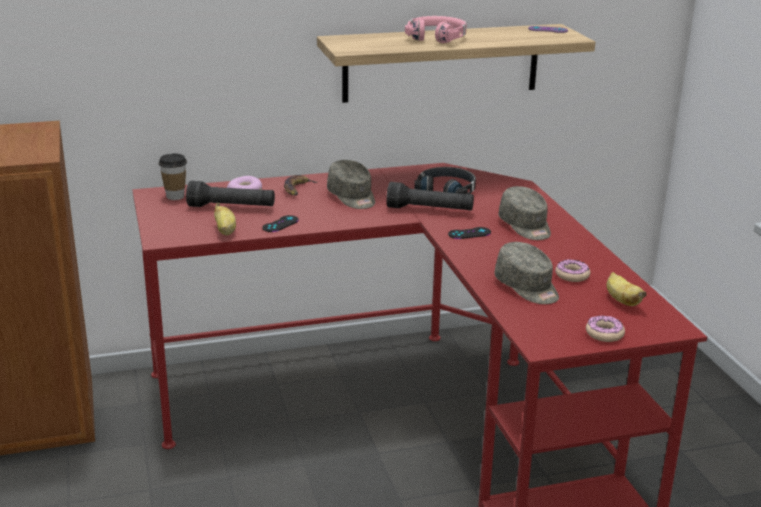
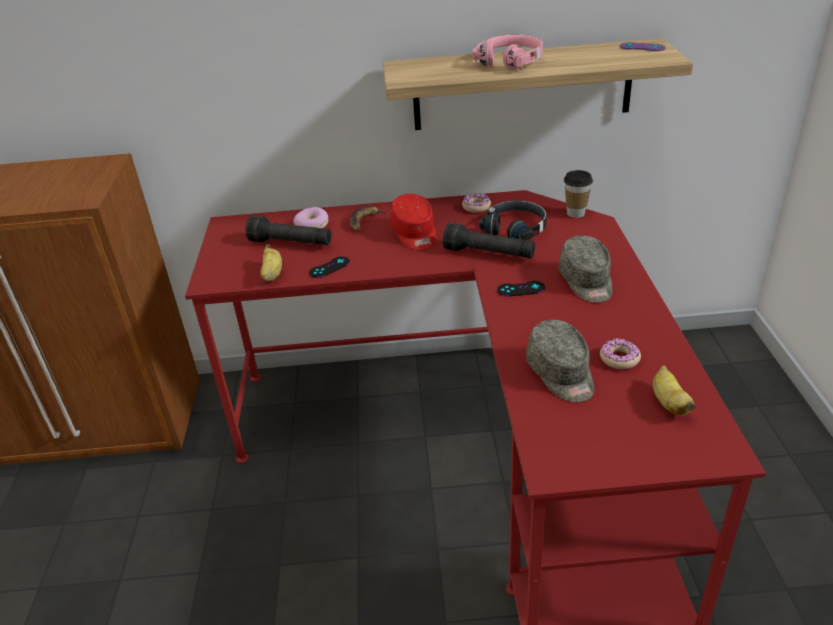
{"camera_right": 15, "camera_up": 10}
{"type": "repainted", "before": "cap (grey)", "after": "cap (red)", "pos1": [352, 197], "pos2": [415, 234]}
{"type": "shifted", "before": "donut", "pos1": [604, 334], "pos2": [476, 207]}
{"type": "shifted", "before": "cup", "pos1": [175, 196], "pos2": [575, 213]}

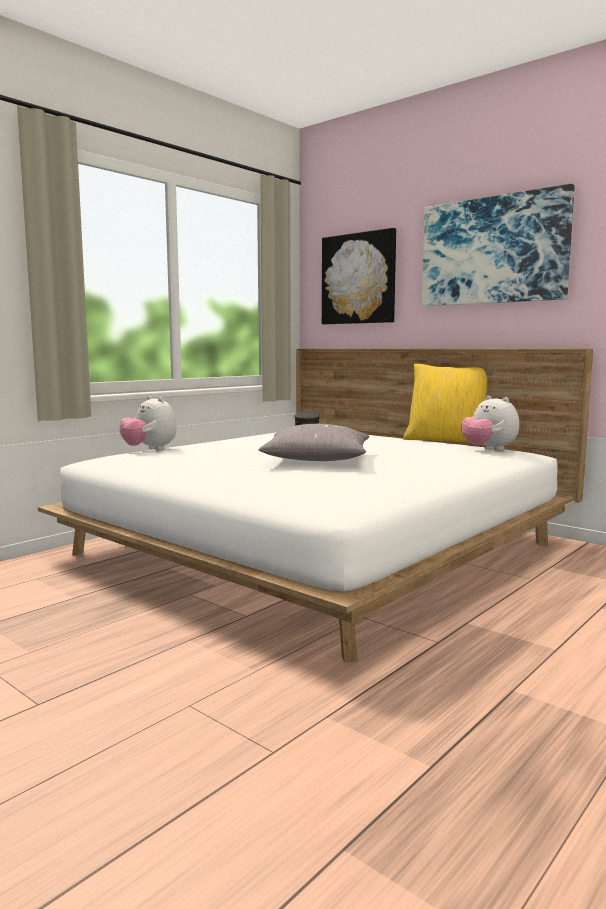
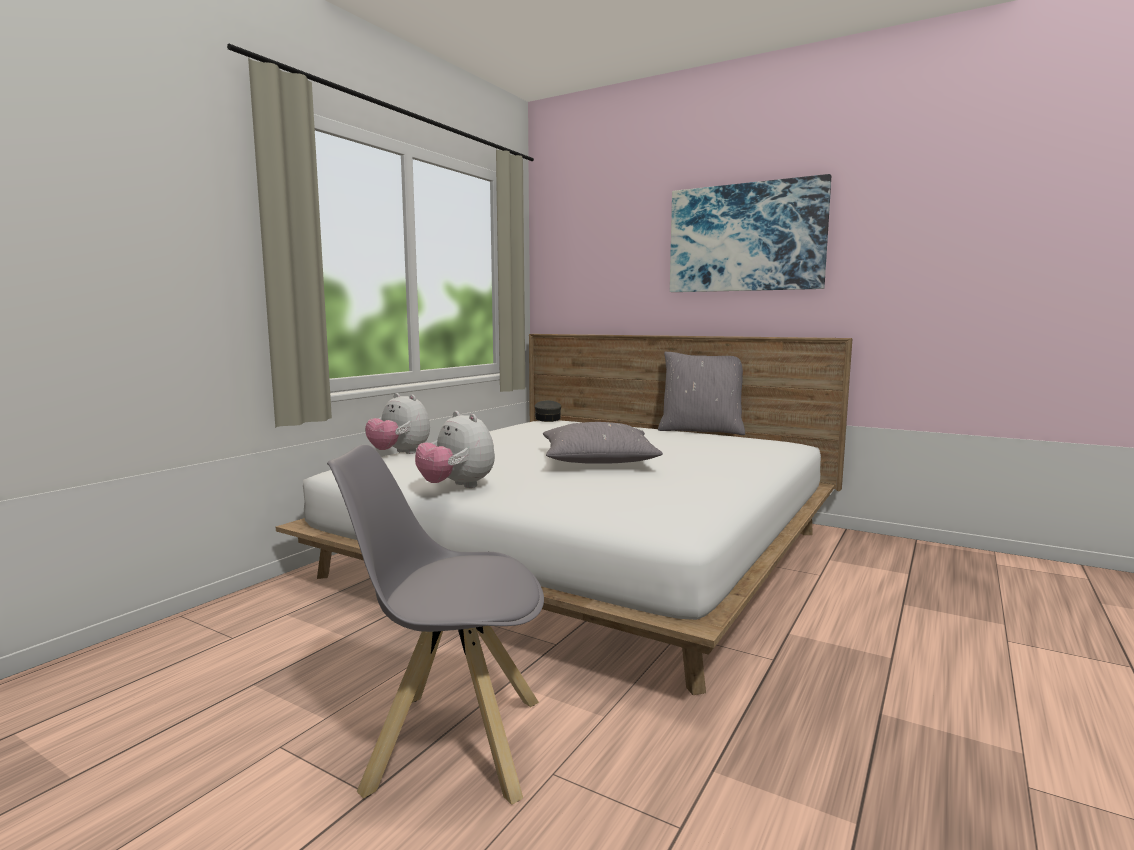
{"camera_right": -10, "camera_up": 0}
{"type": "new", "after": "chair (grey)", "pos2": [450, 742]}
{"type": "shifted", "before": "plush toy", "pos1": [488, 450], "pos2": [457, 487]}
{"type": "repainted", "before": "pillow (yellow)", "after": "pillow (grey)", "pos1": [446, 441], "pos2": [701, 431]}
{"type": "gone", "before": "picture", "pos1": [359, 279]}

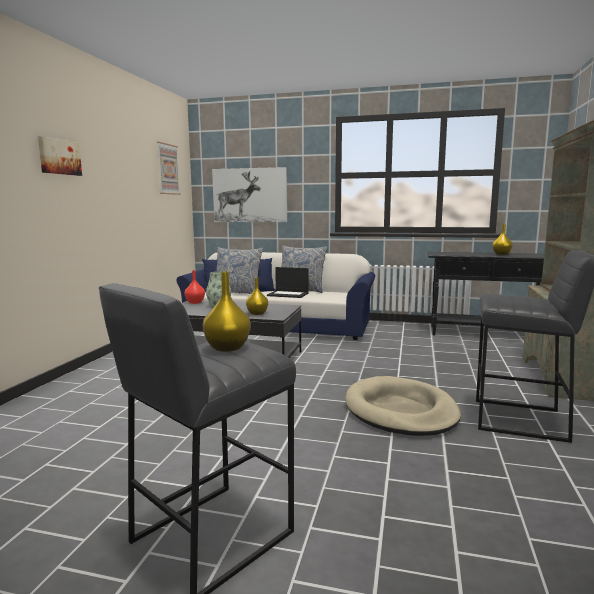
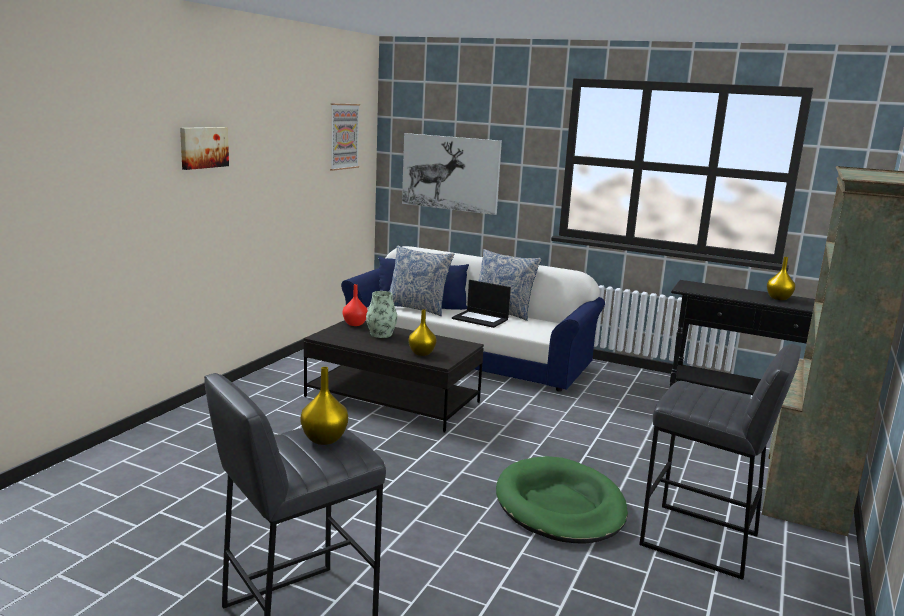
{"camera_right": 10, "camera_up": 5}
{"type": "repainted", "before": "dog bed (beige)", "after": "dog bed (green)", "pos1": [400, 411], "pos2": [560, 505]}

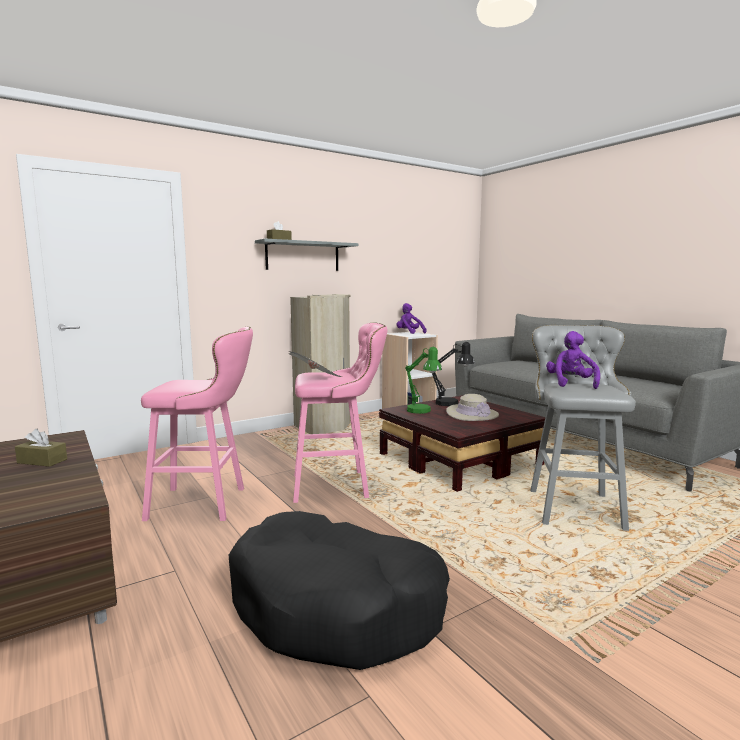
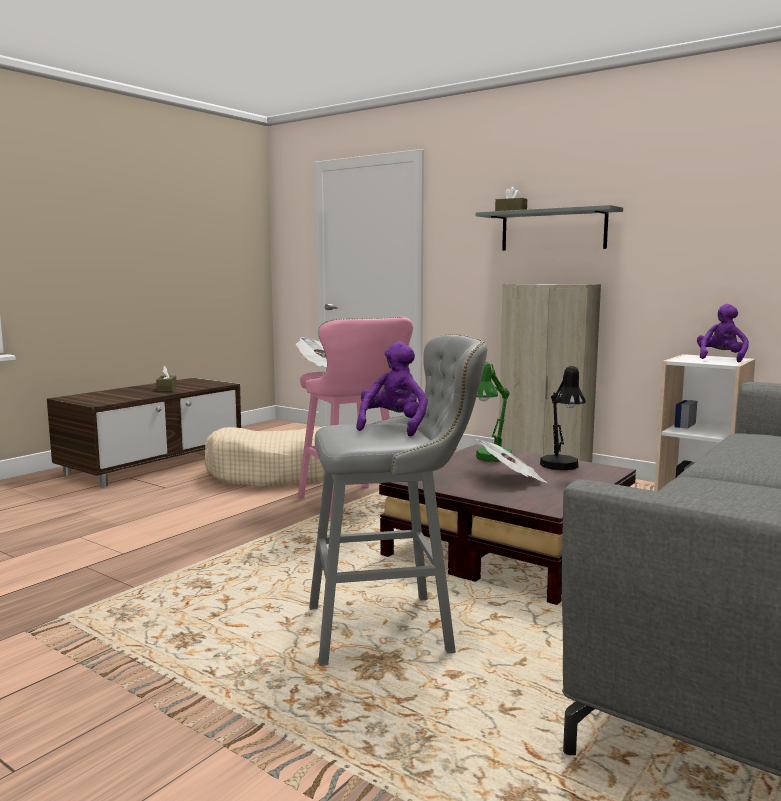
{"camera_right": 70, "camera_up": 0}
{"type": "swapped", "before": "stool (pink)", "after": "dog bed (beige)", "pos1": [209, 503], "pos2": [278, 473]}
{"type": "rotated", "before": "plush toy (purple)", "pos1": [571, 384], "pos2": [393, 427], "turn": -60}
{"type": "swapped", "before": "hat (beige)", "after": "newspaper", "pos1": [472, 414], "pos2": [511, 479]}
{"type": "gone", "before": "dog bed (black)", "pos1": [337, 606]}

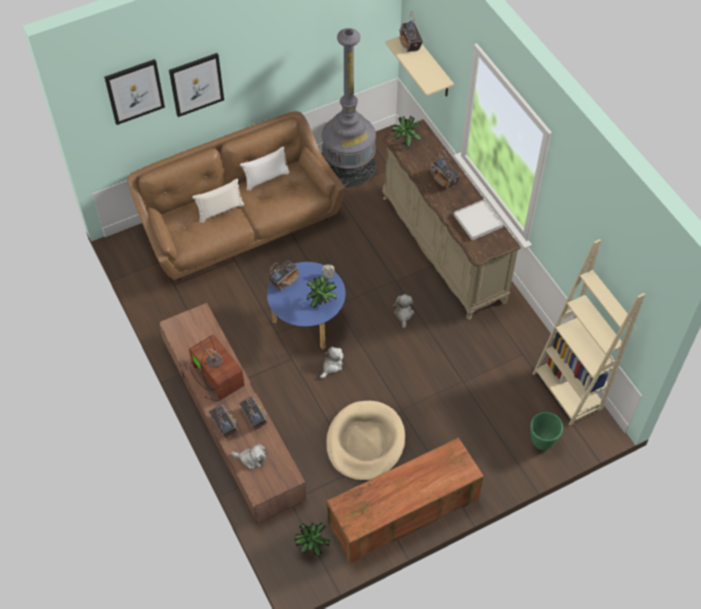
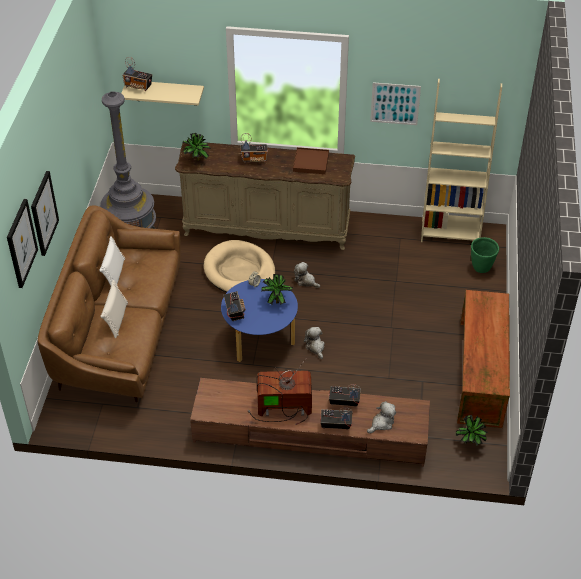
{"camera_right": -55, "camera_up": -10}
{"type": "shifted", "before": "dog bed (beige)", "pos1": [365, 443], "pos2": [239, 271]}
{"type": "repainted", "before": "tray (white)", "after": "tray (brown)", "pos1": [478, 221], "pos2": [310, 162]}
{"type": "new", "after": "picture", "pos2": [395, 103]}

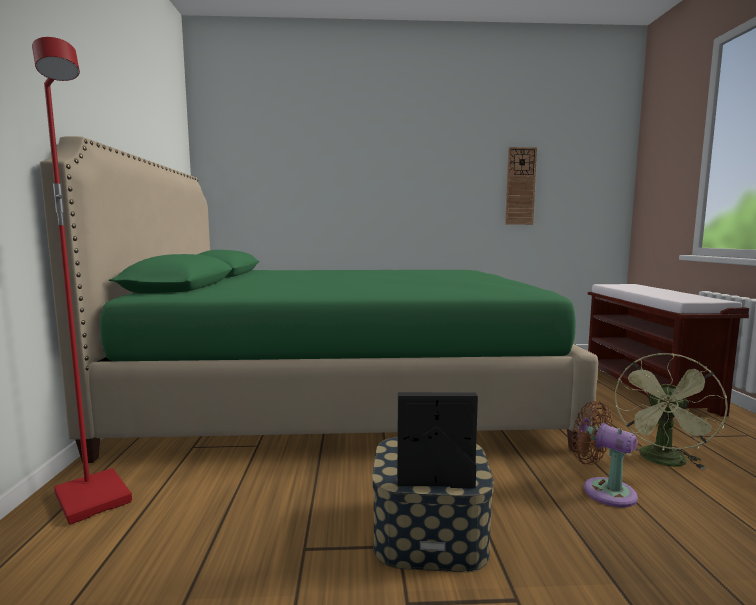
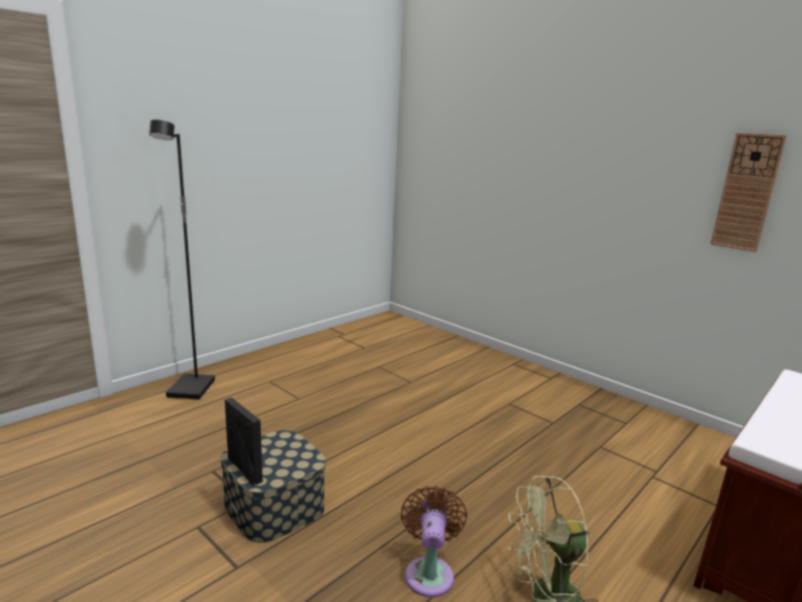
{"camera_right": 45, "camera_up": 10}
{"type": "repainted", "before": "floor lamp (red)", "after": "floor lamp (black)", "pos1": [95, 498], "pos2": [192, 389]}
{"type": "gone", "before": "bed (green)", "pos1": [343, 395]}

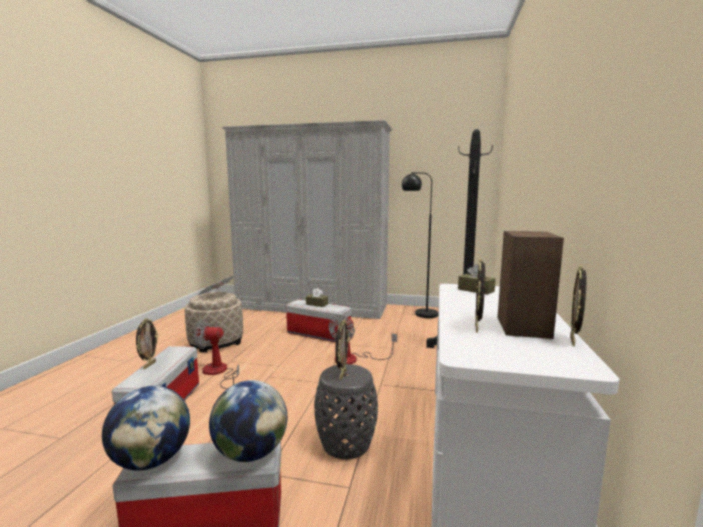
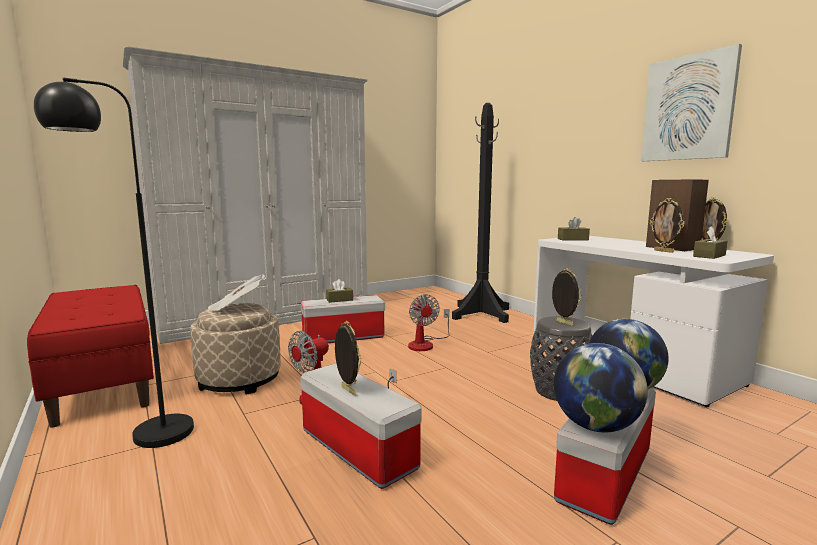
{"camera_right": -45, "camera_up": 0}
{"type": "new", "after": "bench (red)", "pos2": [102, 382]}
{"type": "shifted", "before": "floor lamp (black)", "pos1": [419, 314], "pos2": [144, 439]}
{"type": "new", "after": "picture", "pos2": [688, 108]}
{"type": "new", "after": "tissue box (brown)", "pos2": [709, 256]}

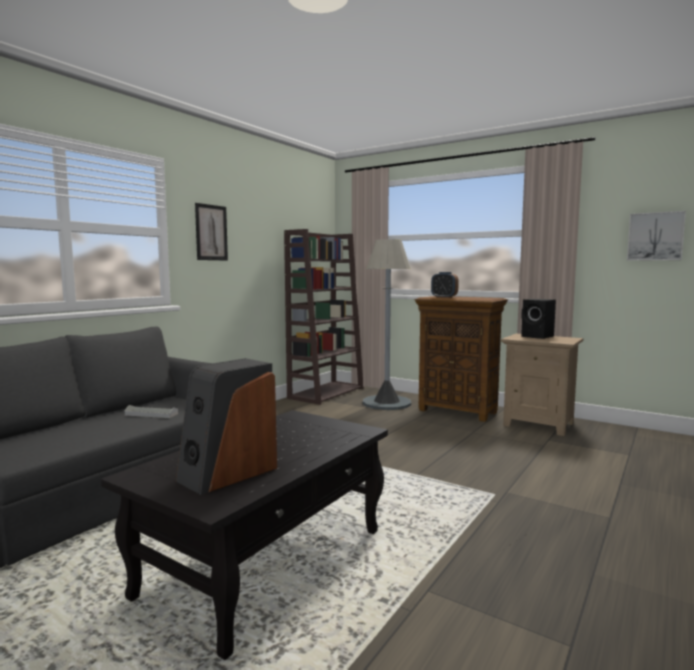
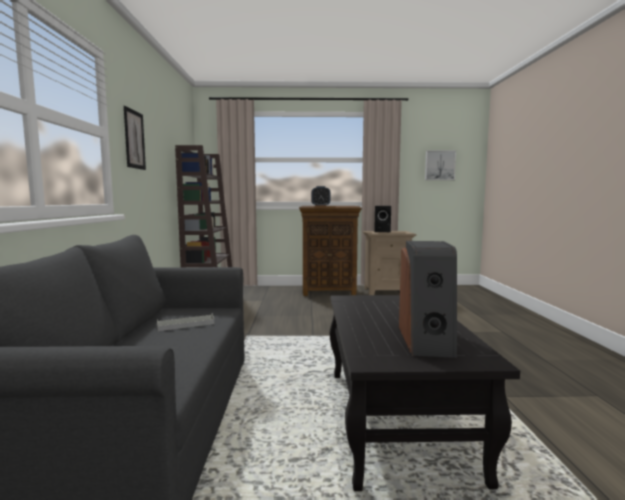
{"camera_right": -35, "camera_up": 0}
{"type": "gone", "before": "floor lamp (grey)", "pos1": [386, 403]}

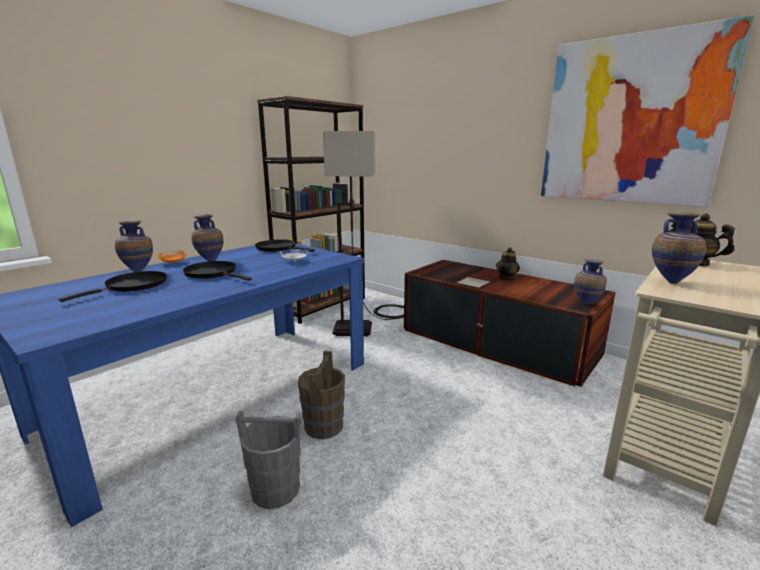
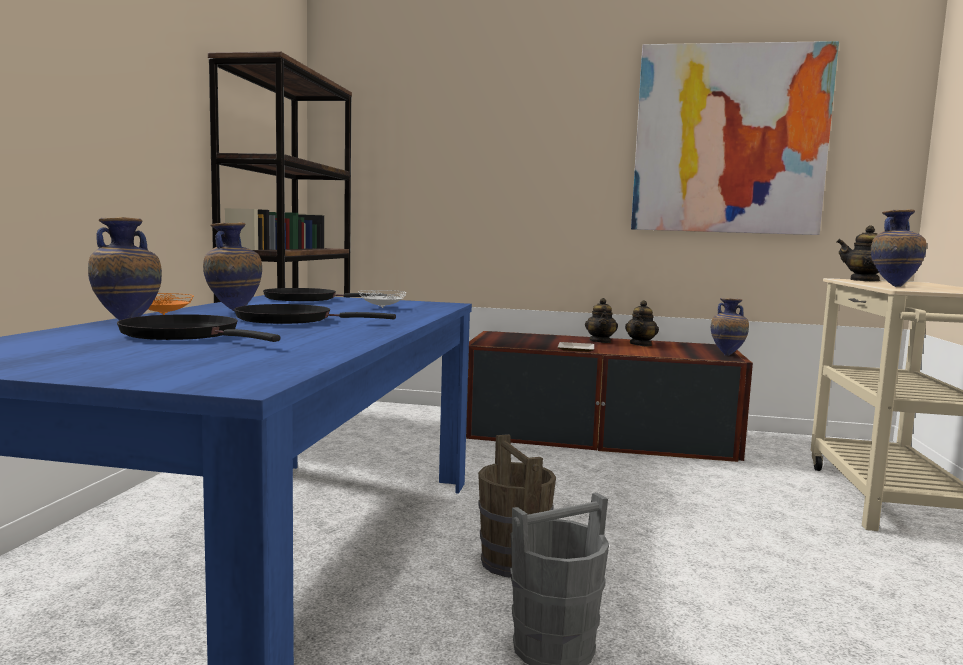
{"camera_right": -30, "camera_up": -10}
{"type": "rotated", "before": "frying pan (black)", "pos1": [133, 286], "pos2": [186, 335], "turn": -60}
{"type": "new", "after": "teapot", "pos2": [641, 344]}
{"type": "gone", "before": "floor lamp", "pos1": [376, 320]}

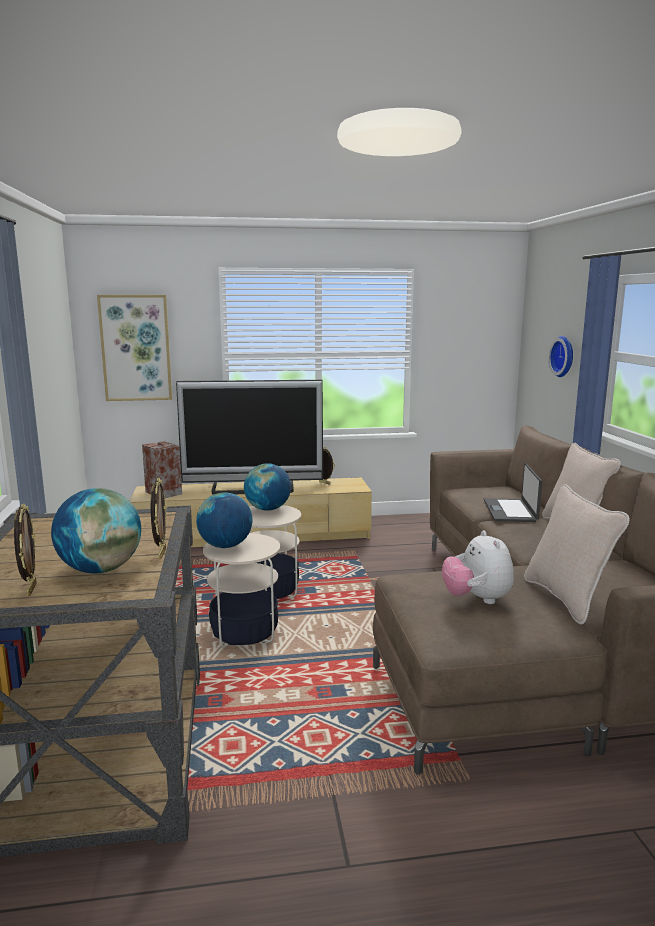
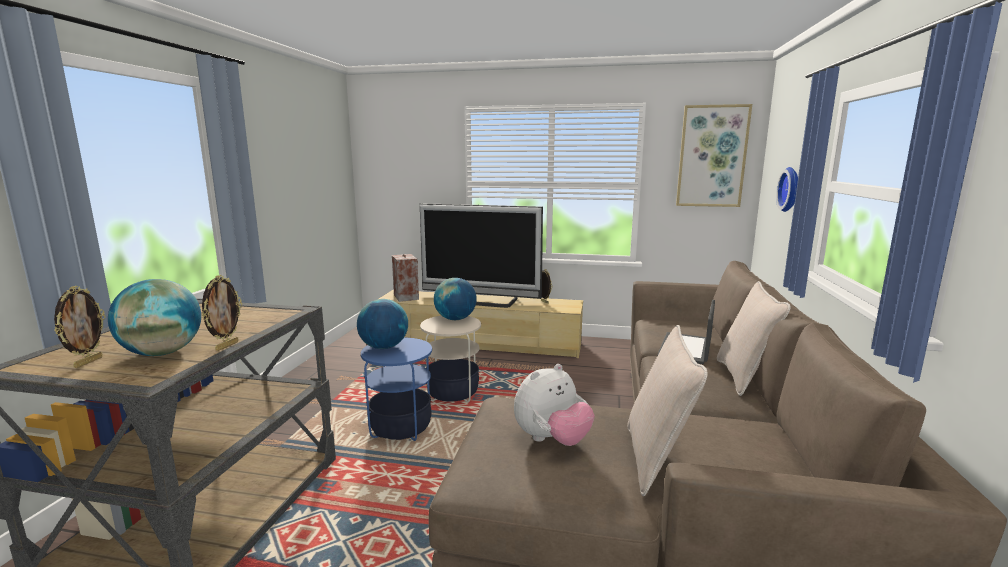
{"camera_right": 20, "camera_up": 0}
{"type": "repainted", "before": "side table (beige)", "after": "side table (blue)", "pos1": [245, 634], "pos2": [401, 429]}
{"type": "rotated", "before": "plush toy", "pos1": [476, 599], "pos2": [552, 440], "turn": -135}
{"type": "shifted", "before": "picture", "pos1": [136, 348], "pos2": [712, 156]}

